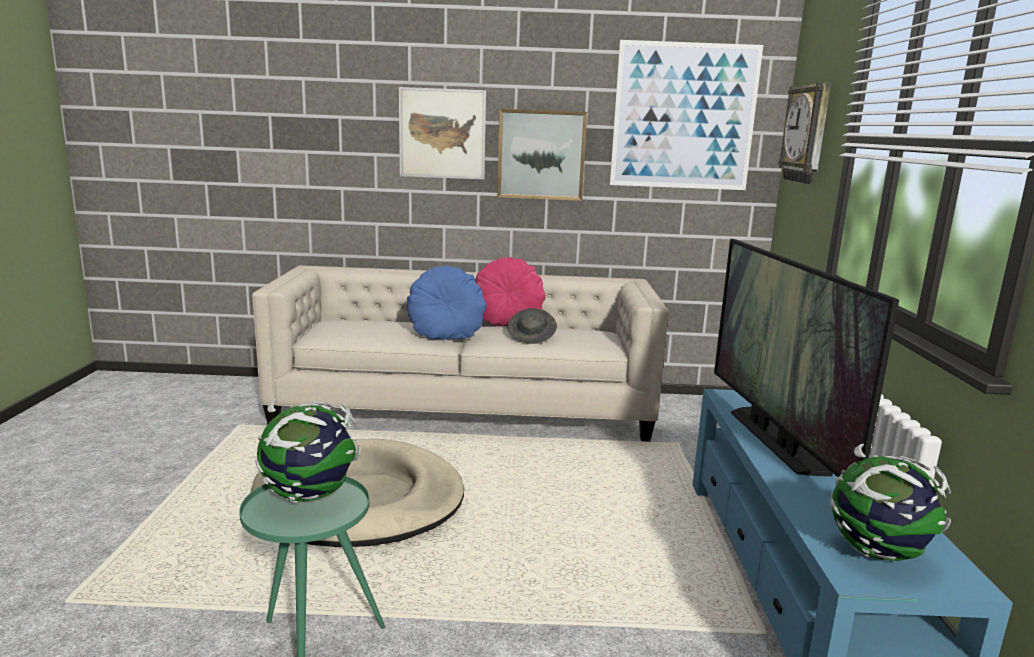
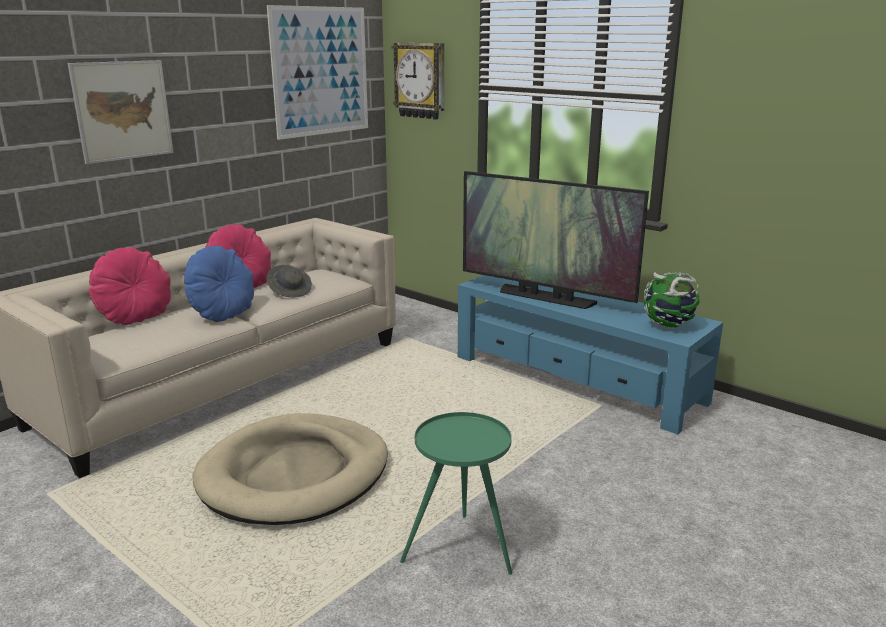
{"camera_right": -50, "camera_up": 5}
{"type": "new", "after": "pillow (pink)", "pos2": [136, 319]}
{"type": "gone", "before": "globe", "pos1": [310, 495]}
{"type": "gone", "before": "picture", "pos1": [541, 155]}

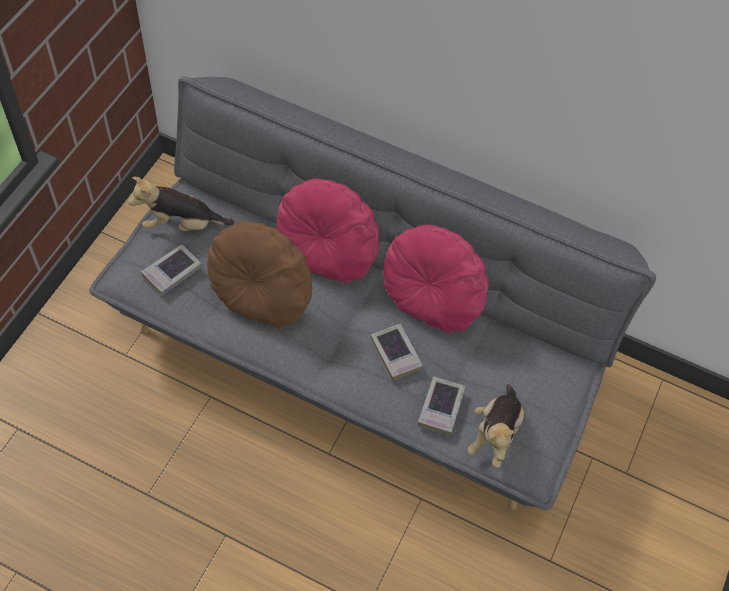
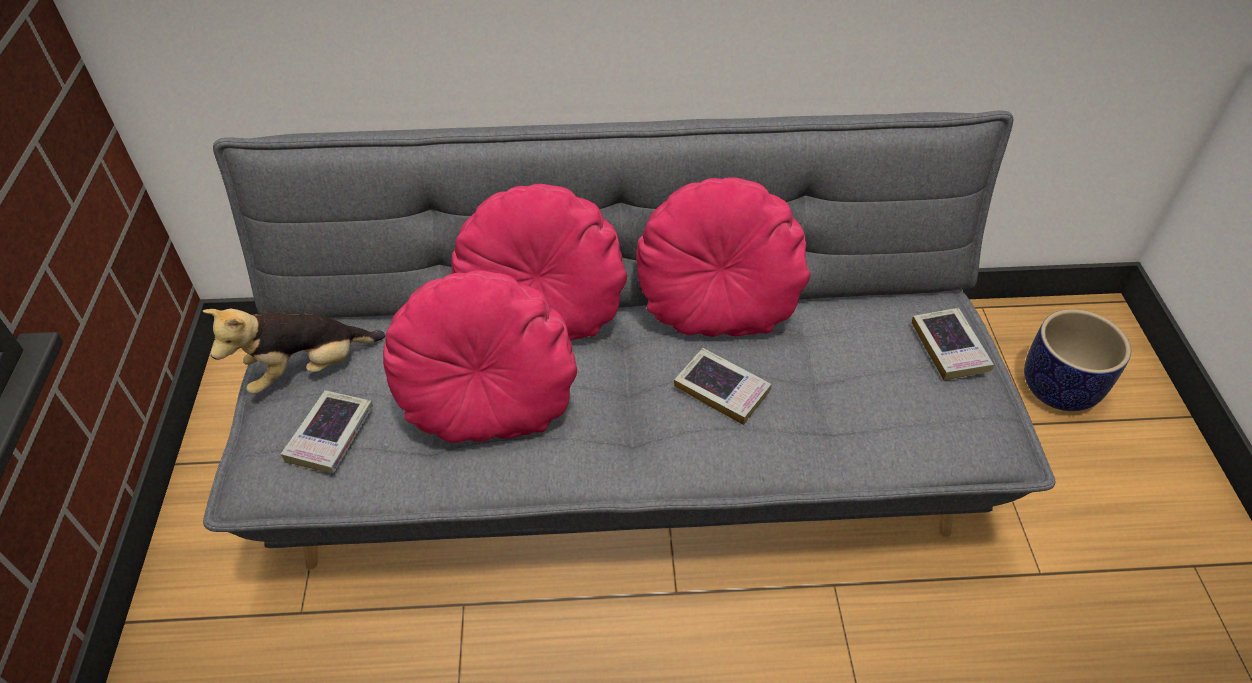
{"camera_right": -25, "camera_up": -10}
{"type": "repainted", "before": "pillow (brown)", "after": "pillow (pink)", "pos1": [261, 301], "pos2": [490, 413]}
{"type": "shifted", "before": "book", "pos1": [441, 408], "pos2": [949, 348]}
{"type": "new", "after": "planter", "pos2": [1058, 389]}
{"type": "gone", "before": "plush toy", "pos1": [495, 434]}

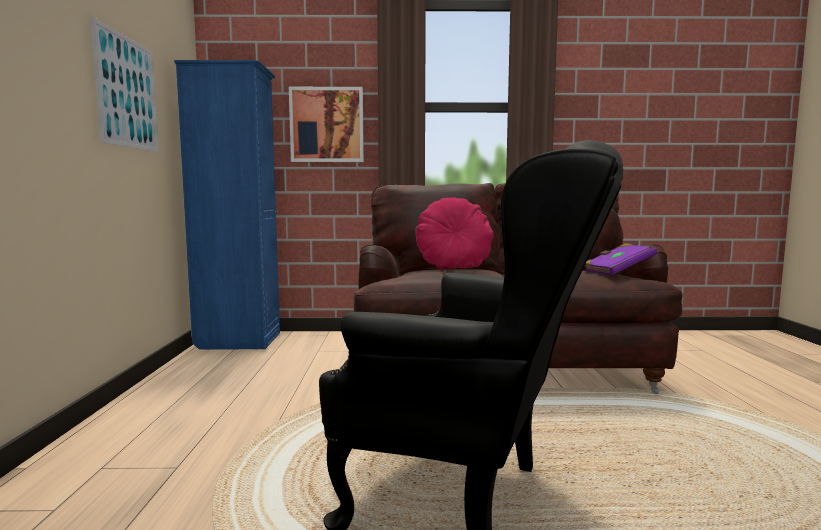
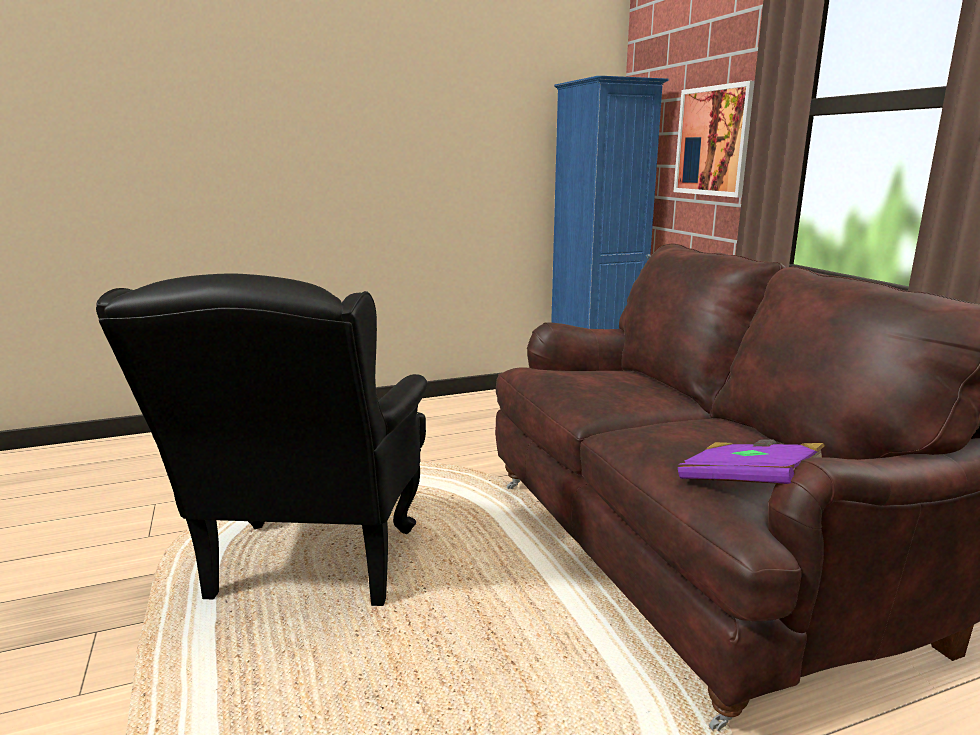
{"camera_right": 70, "camera_up": 10}
{"type": "gone", "before": "picture", "pos1": [127, 92]}
{"type": "gone", "before": "pillow (pink)", "pos1": [453, 268]}

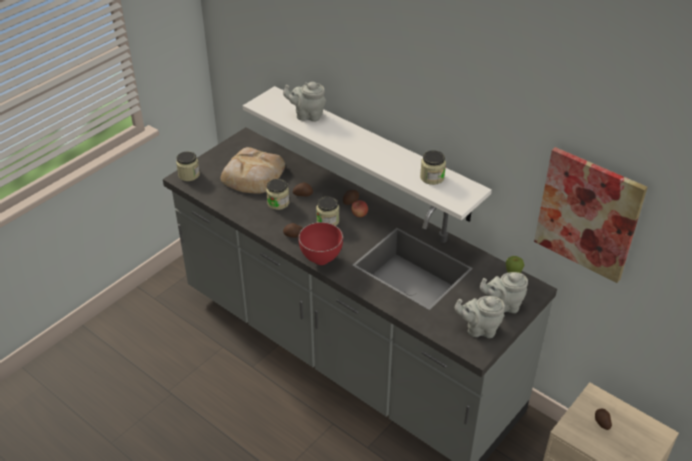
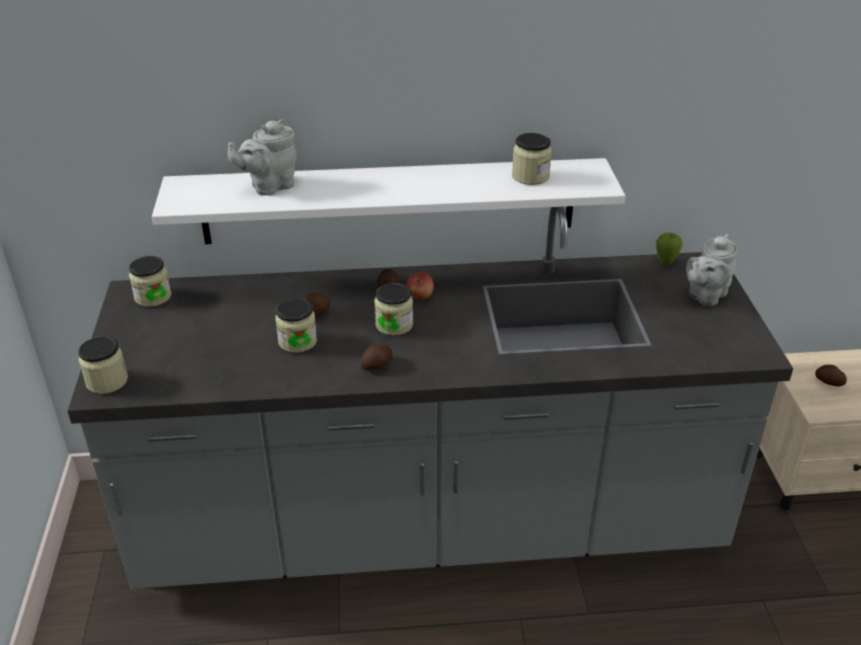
{"camera_right": -45, "camera_up": -5}
{"type": "new", "after": "jar", "pos2": [153, 297]}
{"type": "gone", "before": "bread", "pos1": [252, 175]}
{"type": "gone", "before": "bowl (red)", "pos1": [321, 261]}
{"type": "gone", "before": "teapot (grey)", "pos1": [479, 329]}
{"type": "gone", "before": "picture", "pos1": [588, 214]}

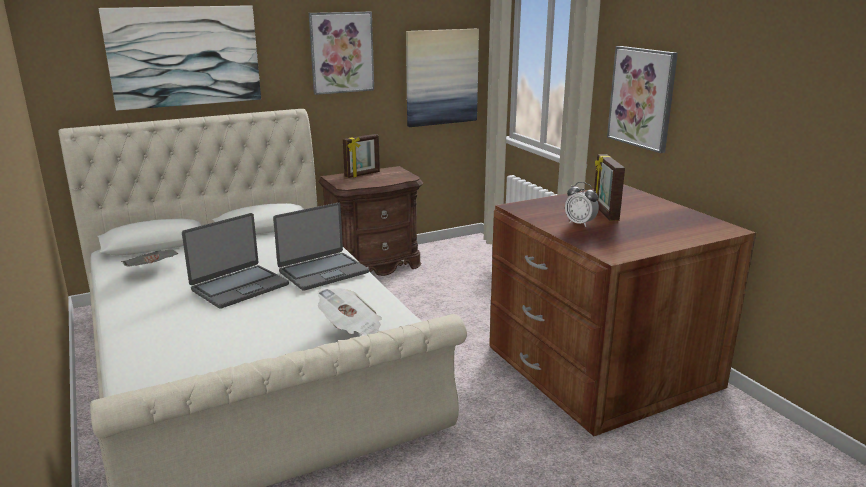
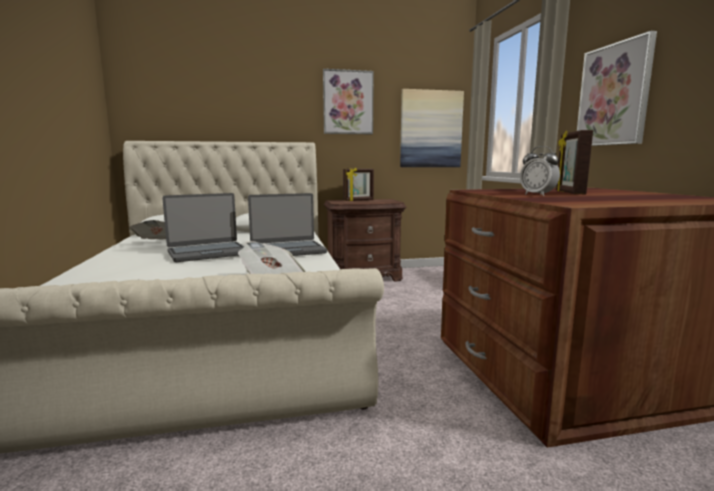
{"camera_right": 15, "camera_up": -10}
{"type": "gone", "before": "picture", "pos1": [184, 56]}

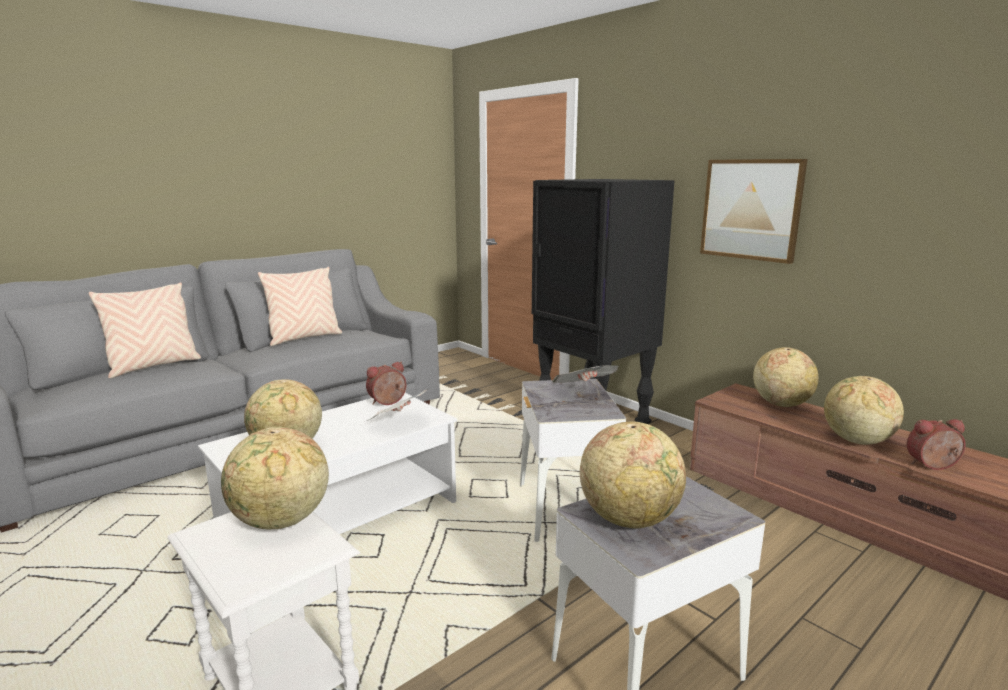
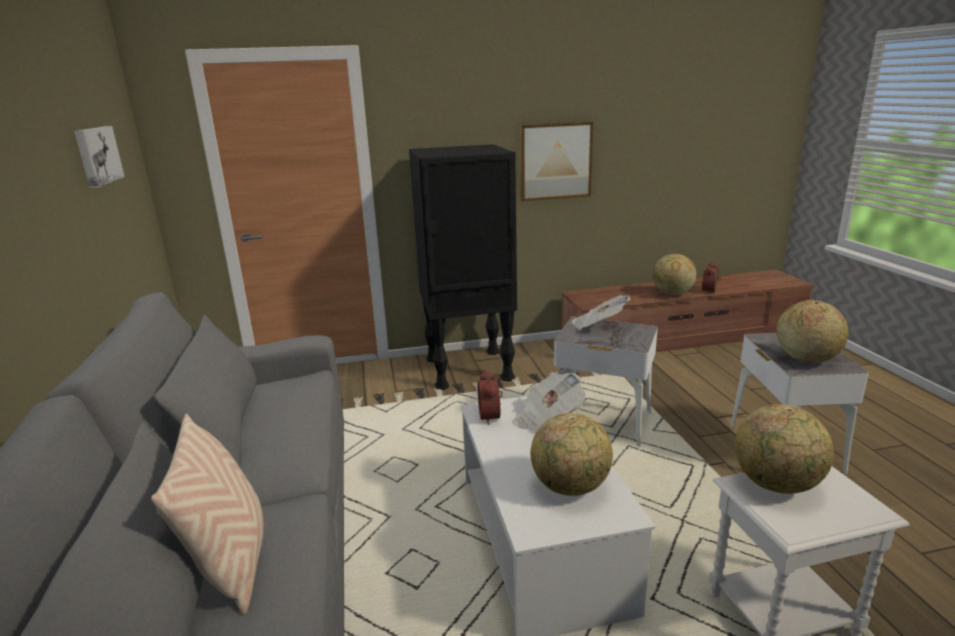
{"camera_right": -60, "camera_up": 5}
{"type": "new", "after": "picture", "pos2": [97, 155]}
{"type": "gone", "before": "pillow (beige)", "pos1": [304, 338]}
{"type": "gone", "before": "globe", "pos1": [781, 404]}

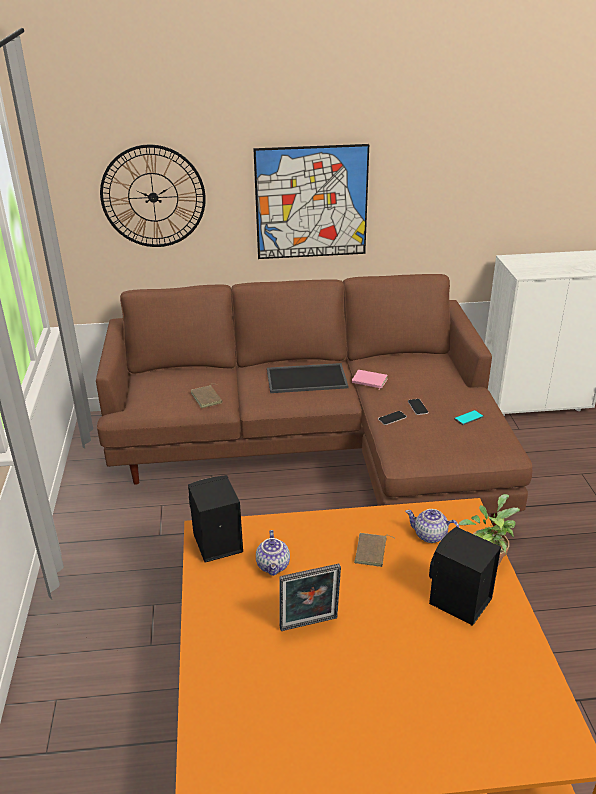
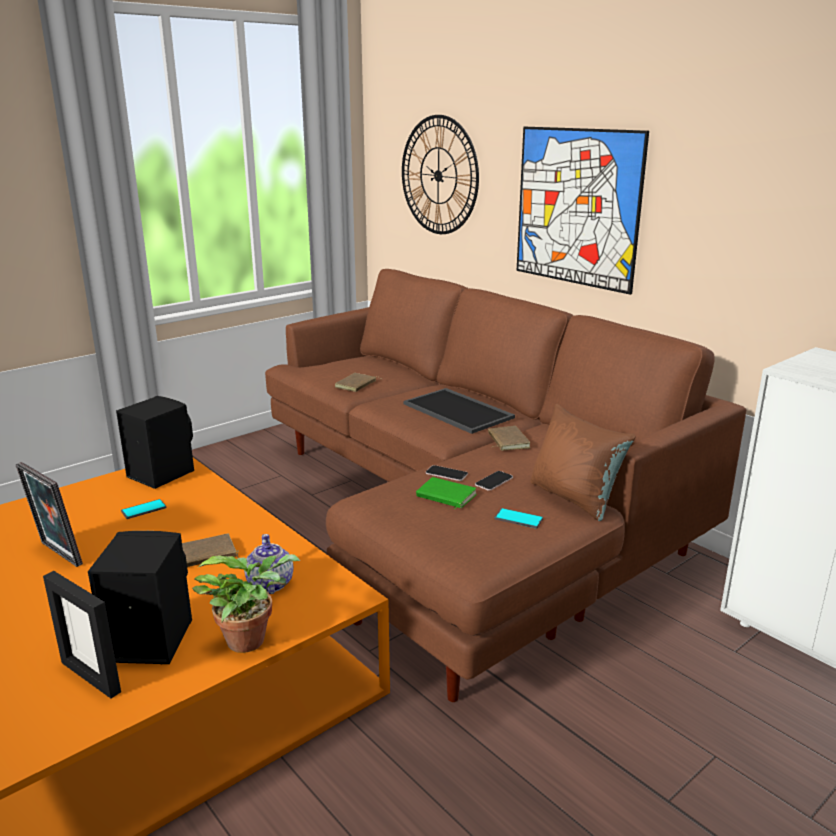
{"camera_right": 55, "camera_up": -10}
{"type": "new", "after": "picture frame", "pos2": [92, 676]}
{"type": "swapped", "before": "teapot", "after": "phone", "pos1": [274, 566], "pos2": [144, 509]}
{"type": "new", "after": "book (green)", "pos2": [445, 496]}
{"type": "repainted", "before": "book (pink)", "after": "book (brown)", "pos1": [369, 381], "pos2": [506, 441]}
{"type": "new", "after": "pillow (brown)", "pos2": [574, 498]}

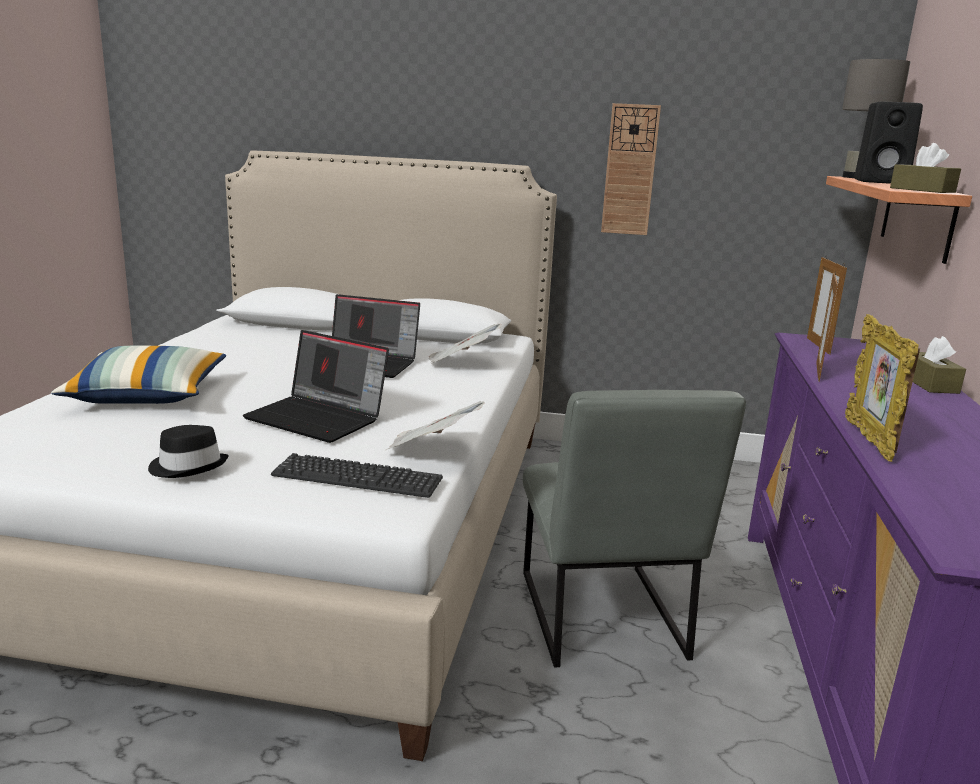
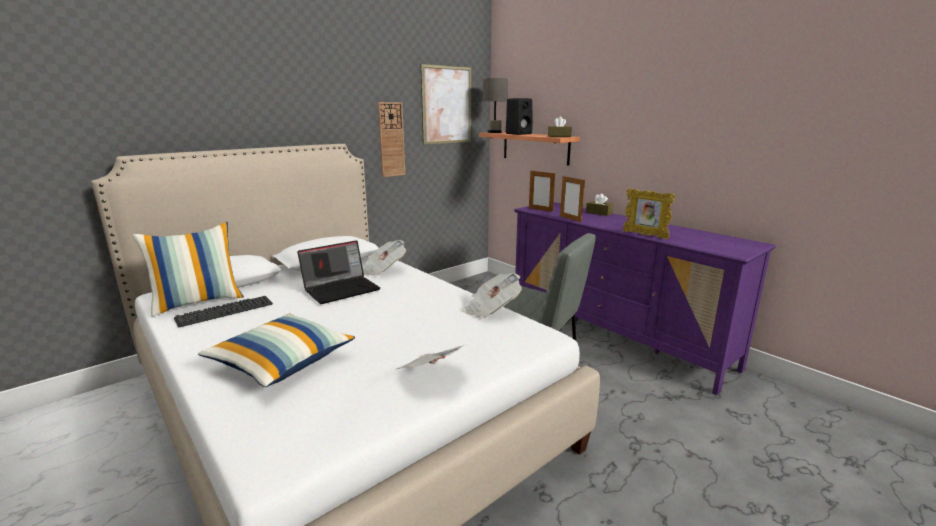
{"camera_right": -50, "camera_up": 0}
{"type": "new", "after": "pillow", "pos2": [198, 302]}
{"type": "shifted", "before": "keyboard", "pos1": [357, 477], "pos2": [225, 311]}
{"type": "swapped", "before": "hat (black)", "after": "newspaper", "pos1": [188, 466], "pos2": [431, 374]}
{"type": "new", "after": "picture", "pos2": [447, 105]}
{"type": "gone", "before": "laptop", "pos1": [319, 418]}

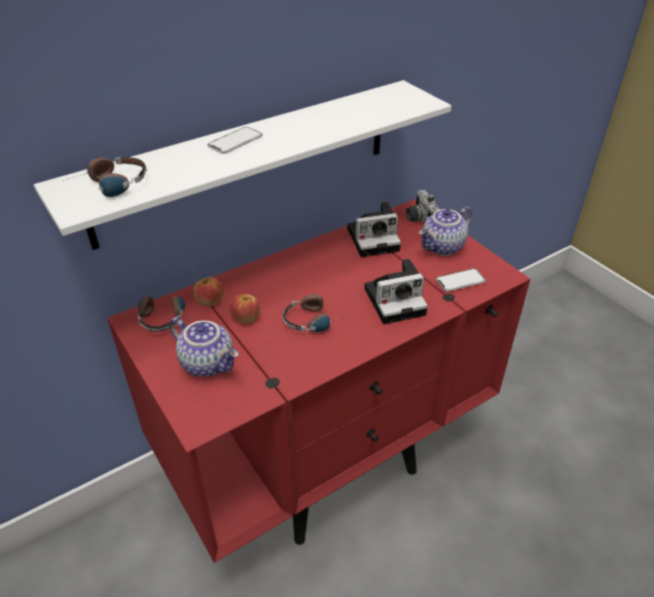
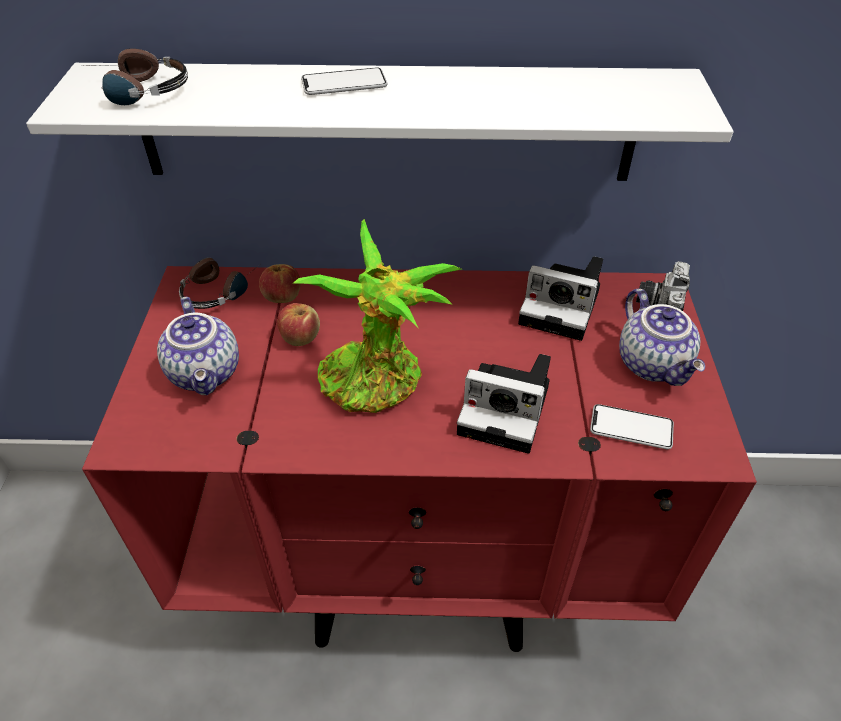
{"camera_right": 35, "camera_up": 5}
{"type": "swapped", "before": "headphones", "after": "potted plant", "pos1": [315, 319], "pos2": [377, 382]}
{"type": "rotated", "before": "teapot", "pos1": [443, 247], "pos2": [654, 364], "turn": -105}

